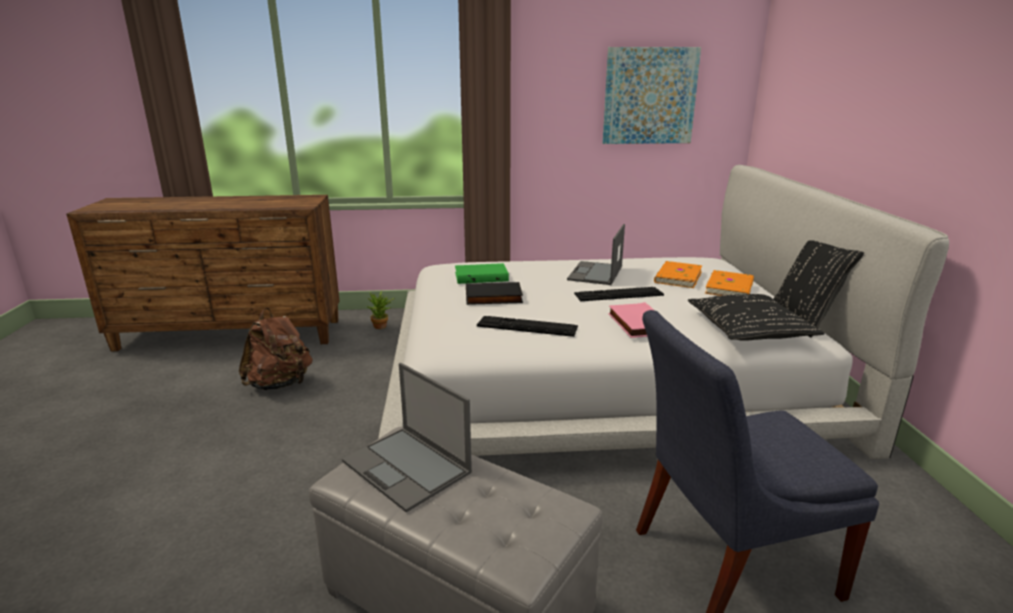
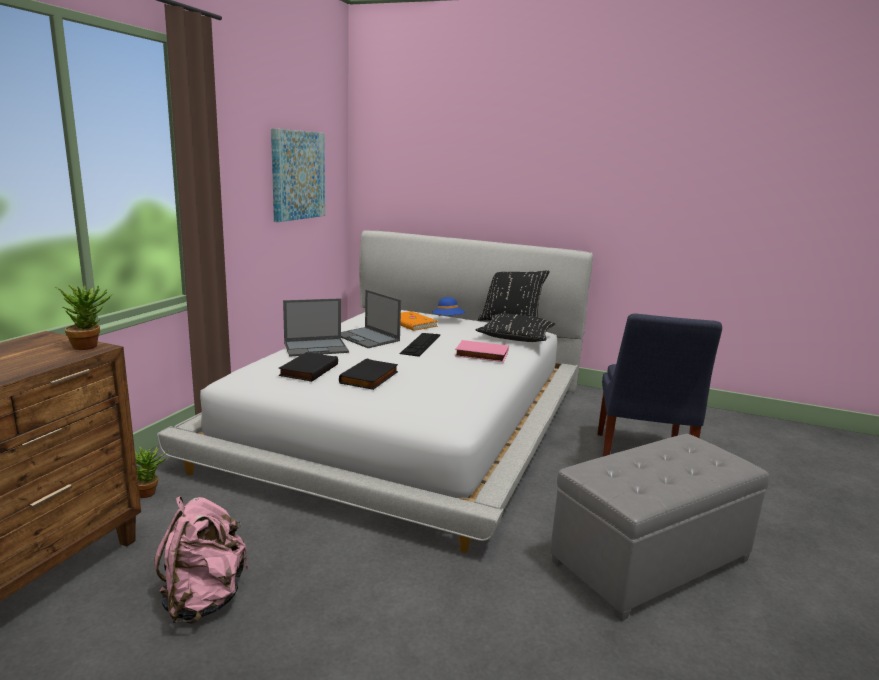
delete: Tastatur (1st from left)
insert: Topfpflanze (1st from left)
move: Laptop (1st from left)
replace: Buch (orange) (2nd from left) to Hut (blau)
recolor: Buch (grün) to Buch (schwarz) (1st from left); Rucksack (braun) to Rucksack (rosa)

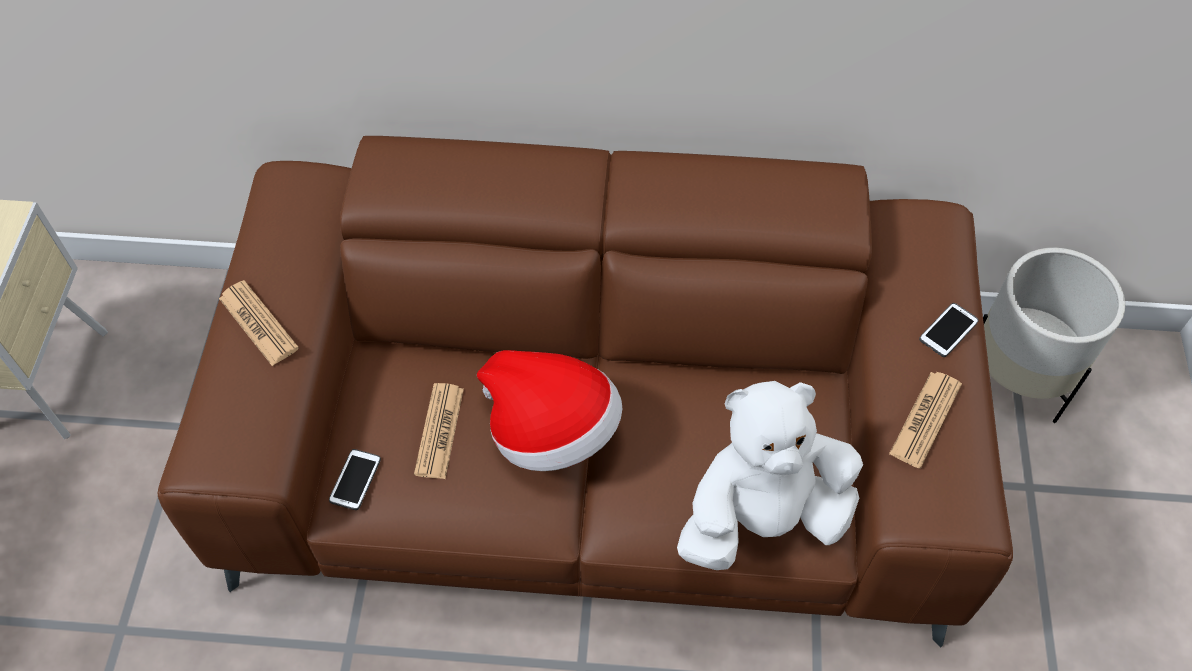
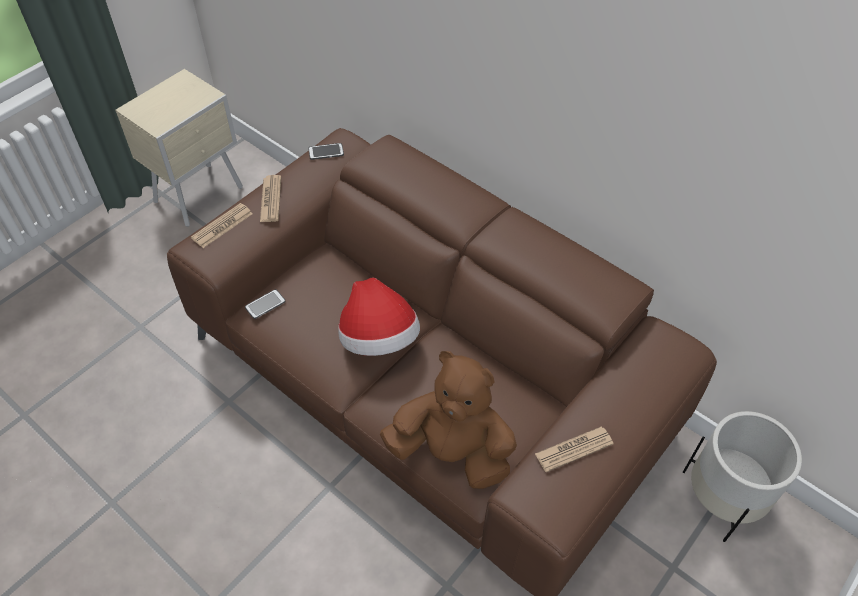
move: Handy (2nd from left); Zeitung (2nd from left in the first image) to Zeitung (1st from left)
recolor: Plüschtier (weiß) to Plüschtier (braun)

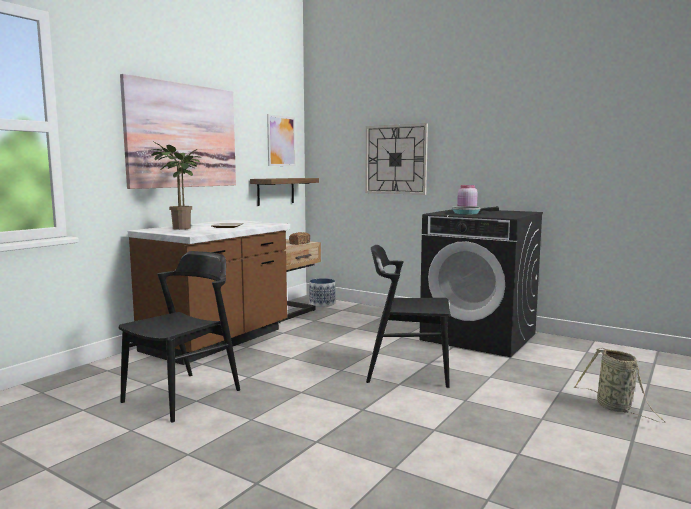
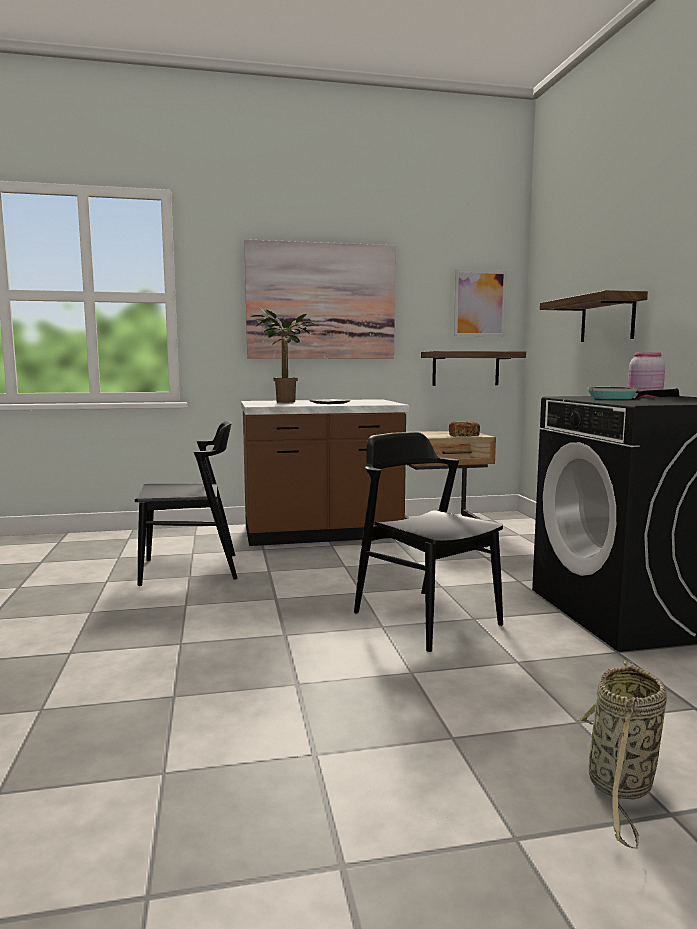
delete: Pflanzkübel
replace: Wanduhr to Wandregal (2nd from left)

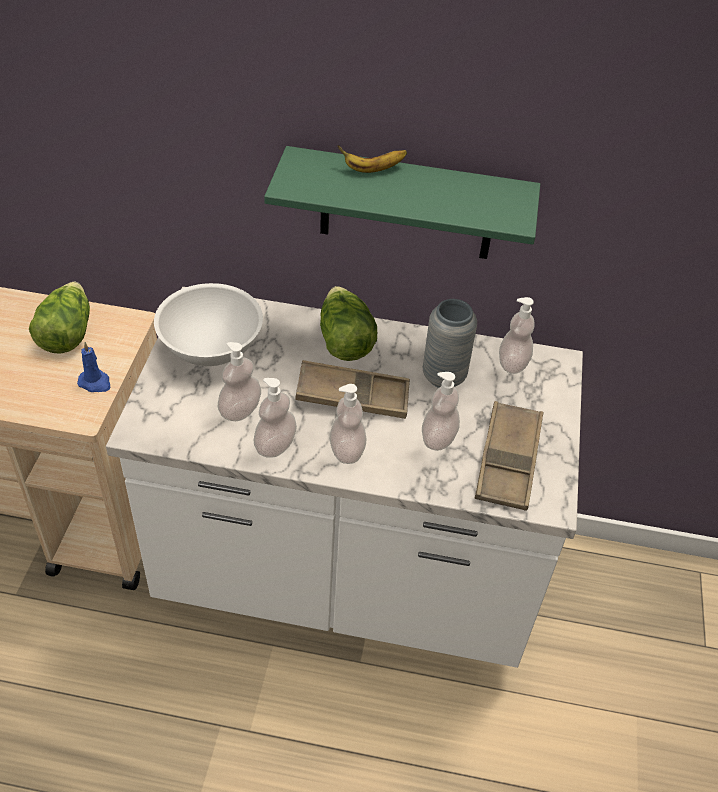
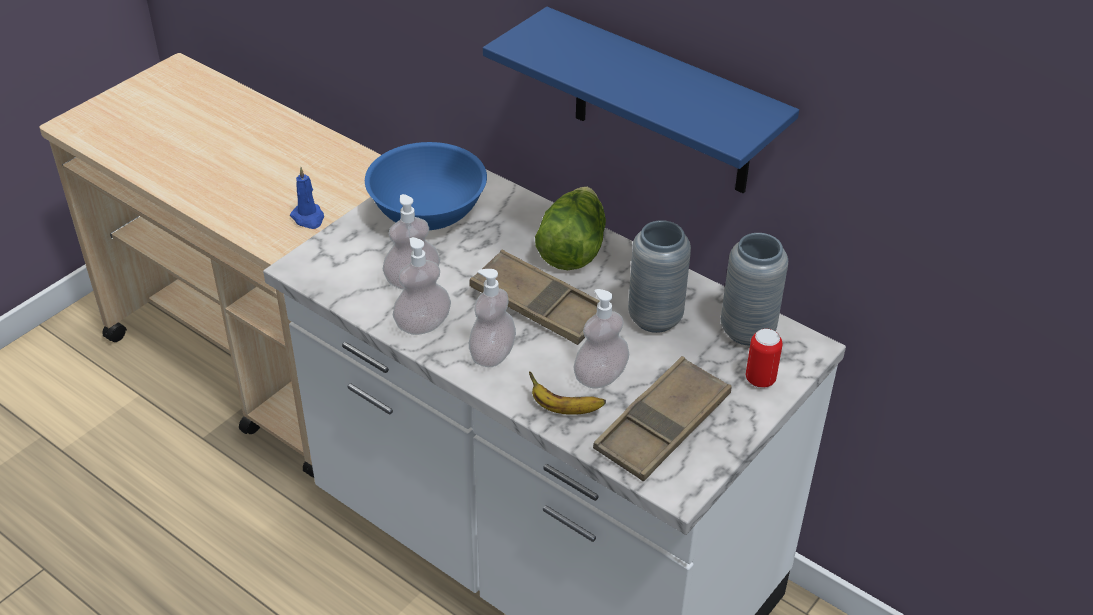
delete: Salatkopf (1st from left)
insert: Dose
move: Banane
replace: Seifenspender (5th from left) to Vase (grau) (2nd from left)
recolor: Wandregal (grün) to Wandregal (blau); Schüssel (weiß) to Schüssel (blau)

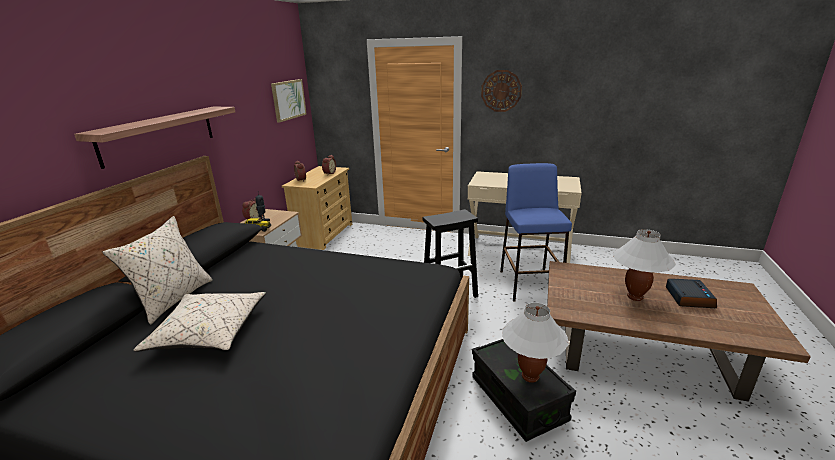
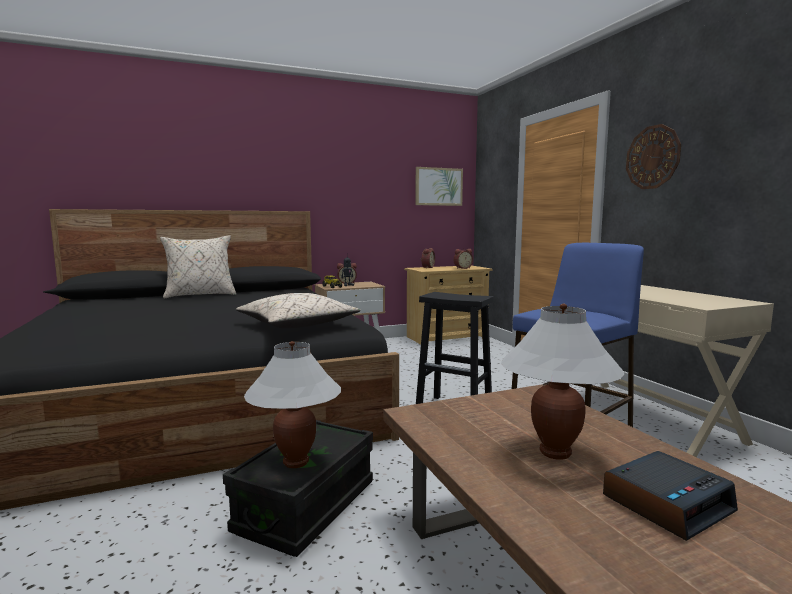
delete: Wandregal
move: Kissen (beige) (2nd from left)

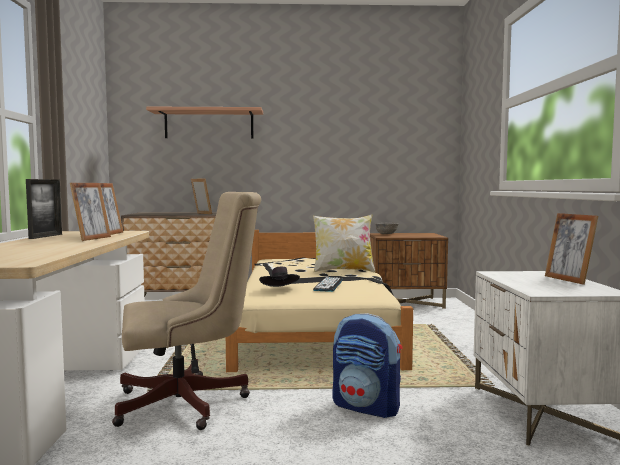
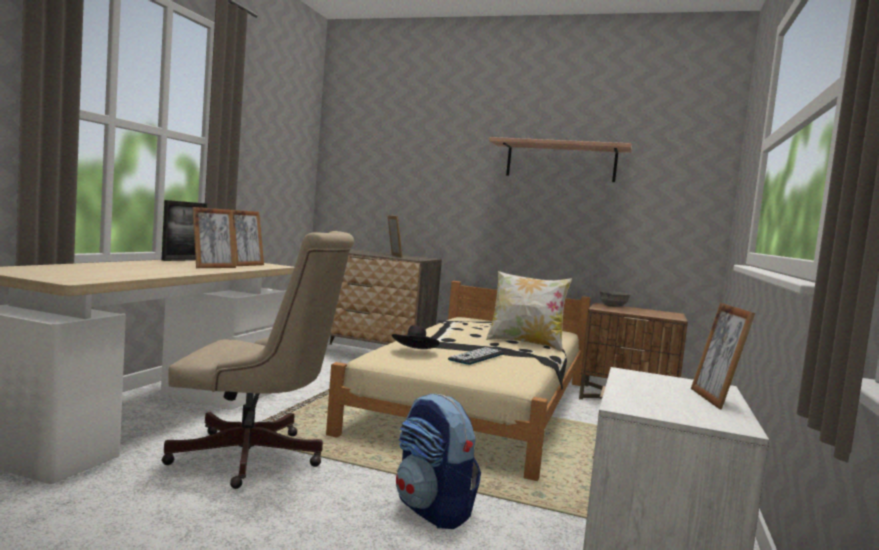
move: Wandregal

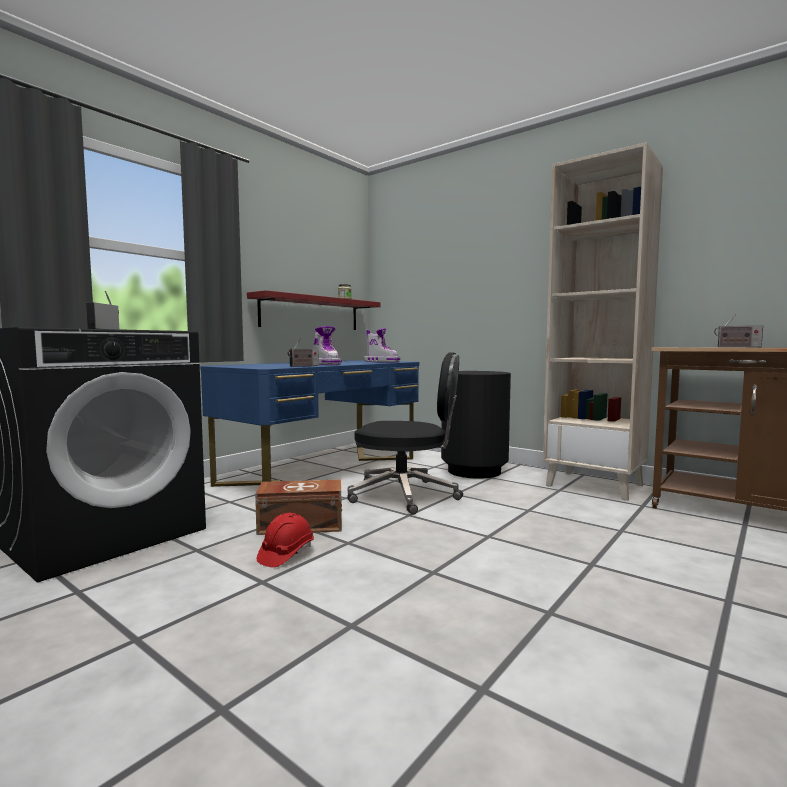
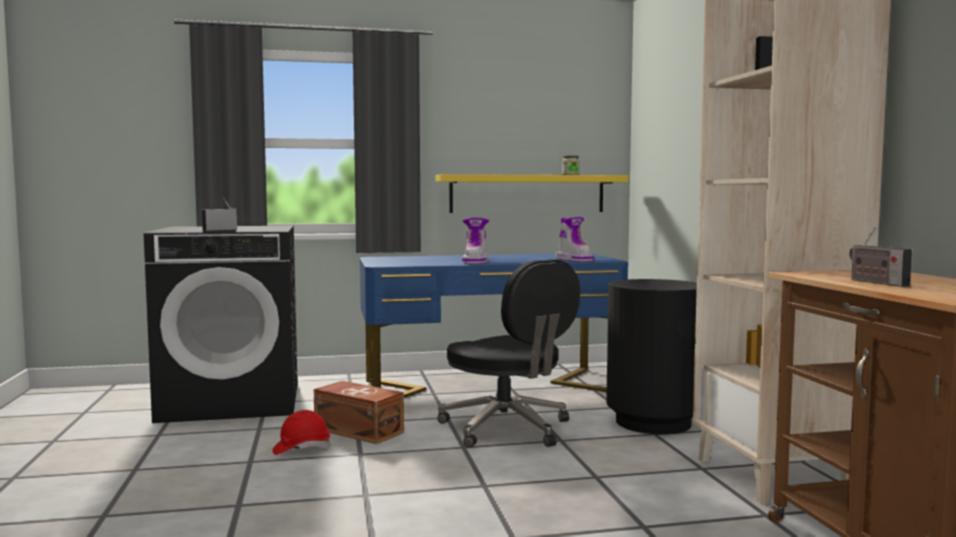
delete: Radio (2nd from left)
recolor: Wandregal (rot) to Wandregal (gelb)

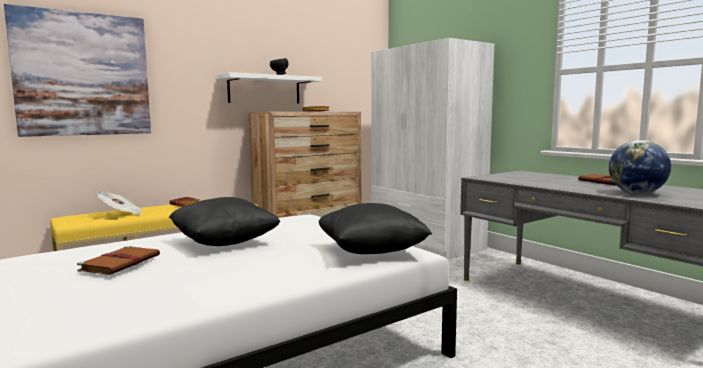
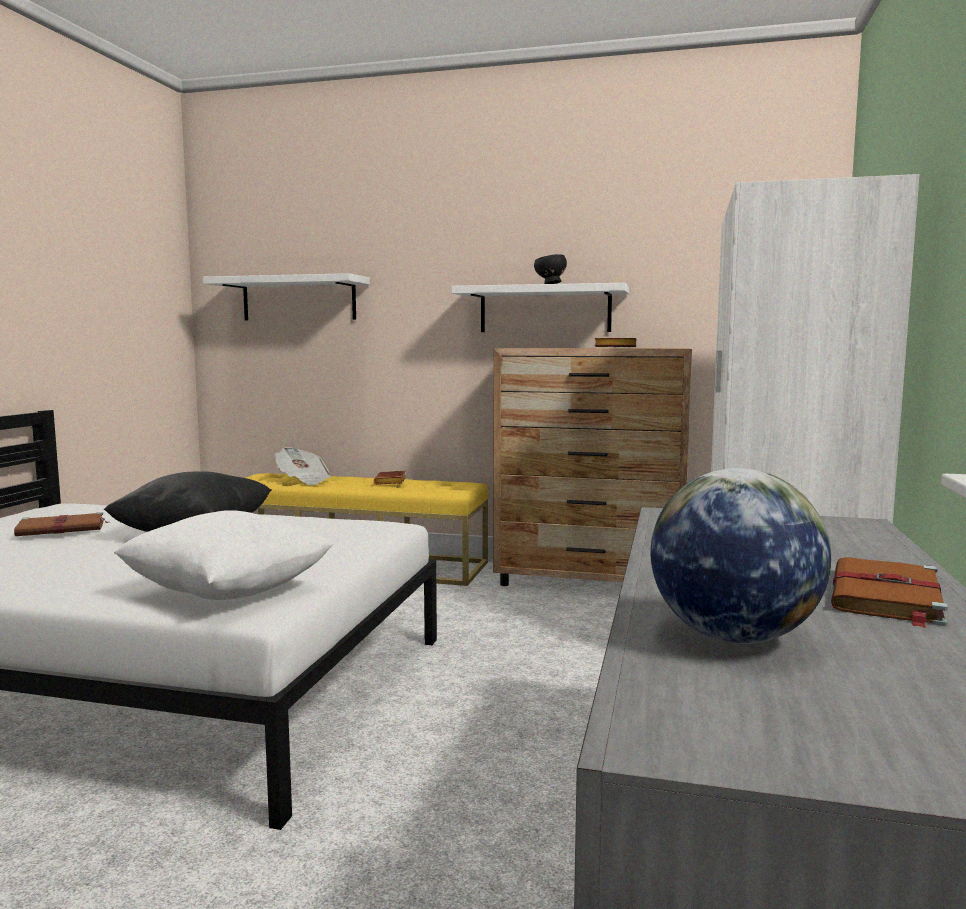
replace: Bild to Wandregal (weiß) (1st from left)
recolor: Kissen (schwarz) (2nd from left) to Kissen (weiß)

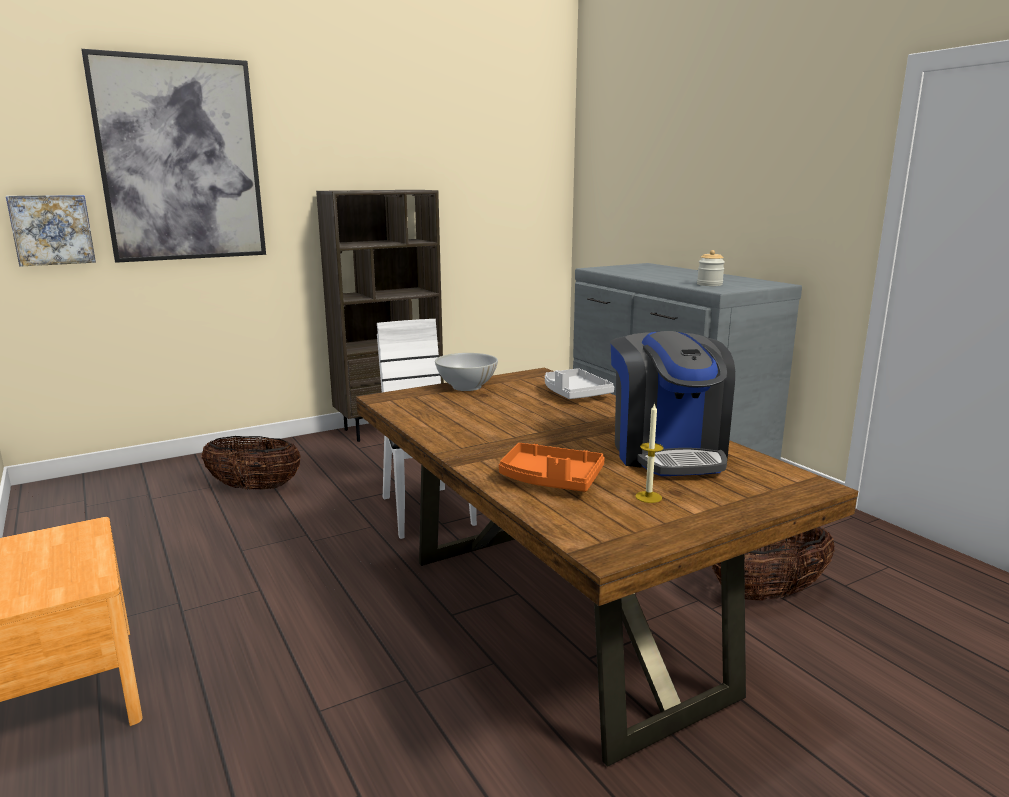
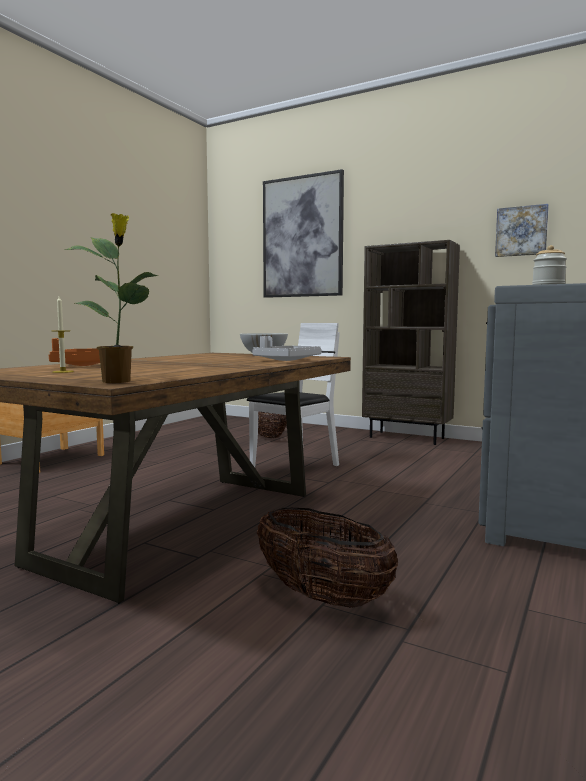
delete: Kaffeemaschine
insert: Topfpflanze
move: Bild (1st from left in the first image) to Bild (2nd from left)

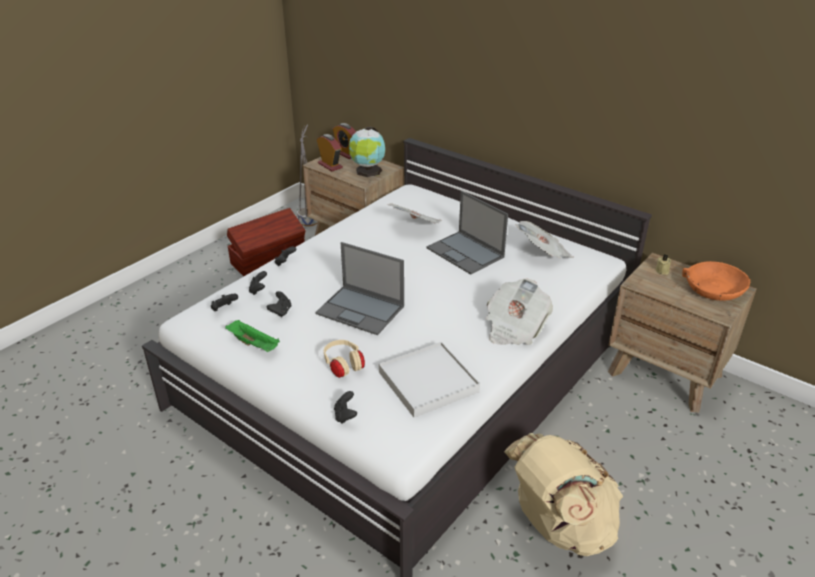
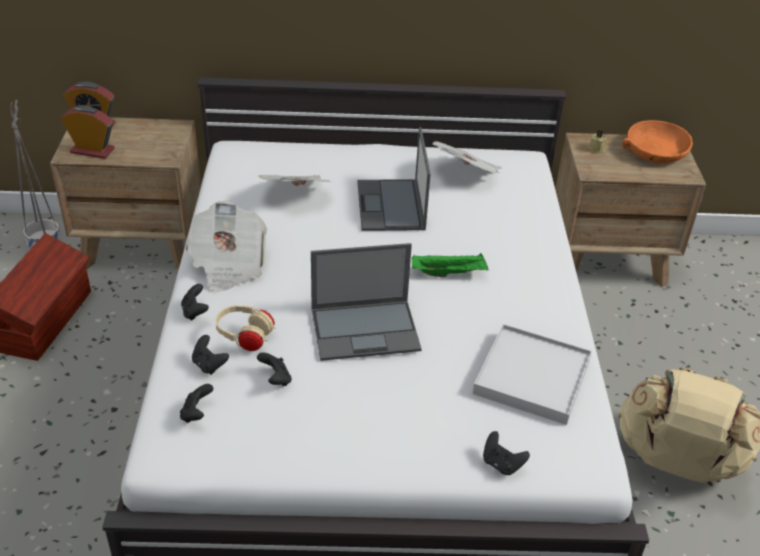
delete: Globus
move: Zeitung (2nd from left in the first image) to Zeitung (1st from left); Tablett (grün); Kopfhörer (beige)
rotate: Laptop (2nd from left) 75 degrees clockwise

